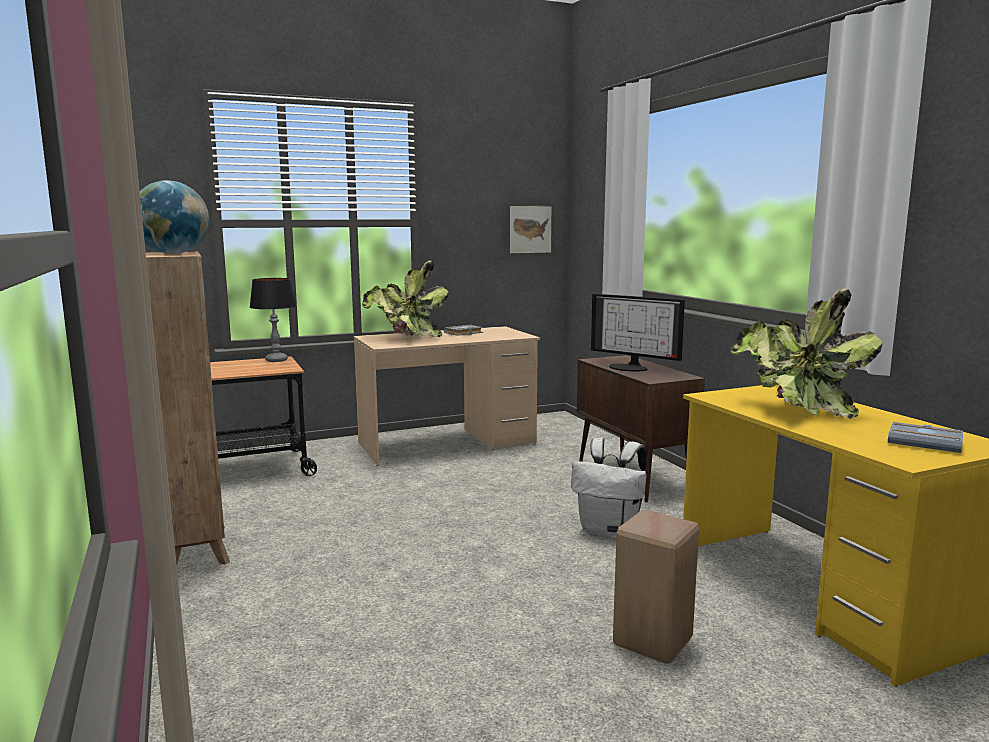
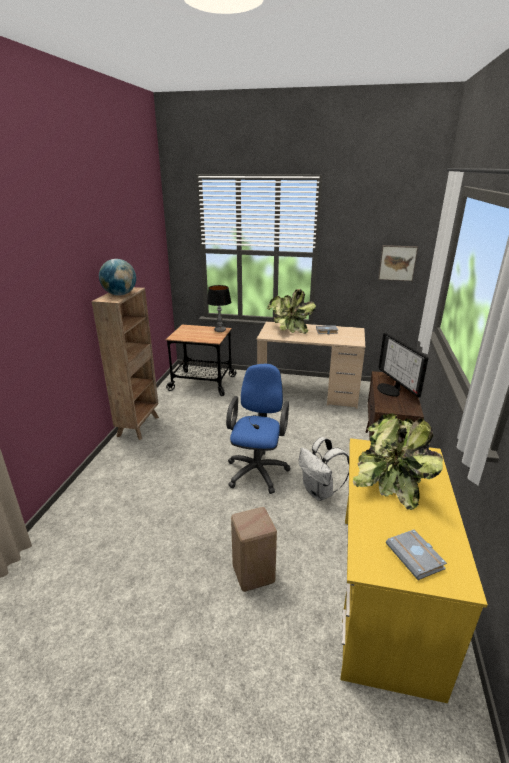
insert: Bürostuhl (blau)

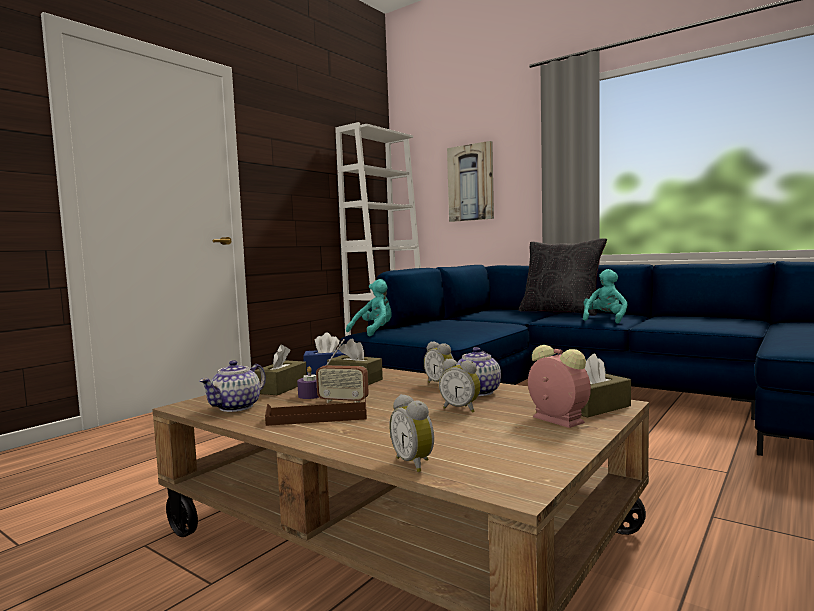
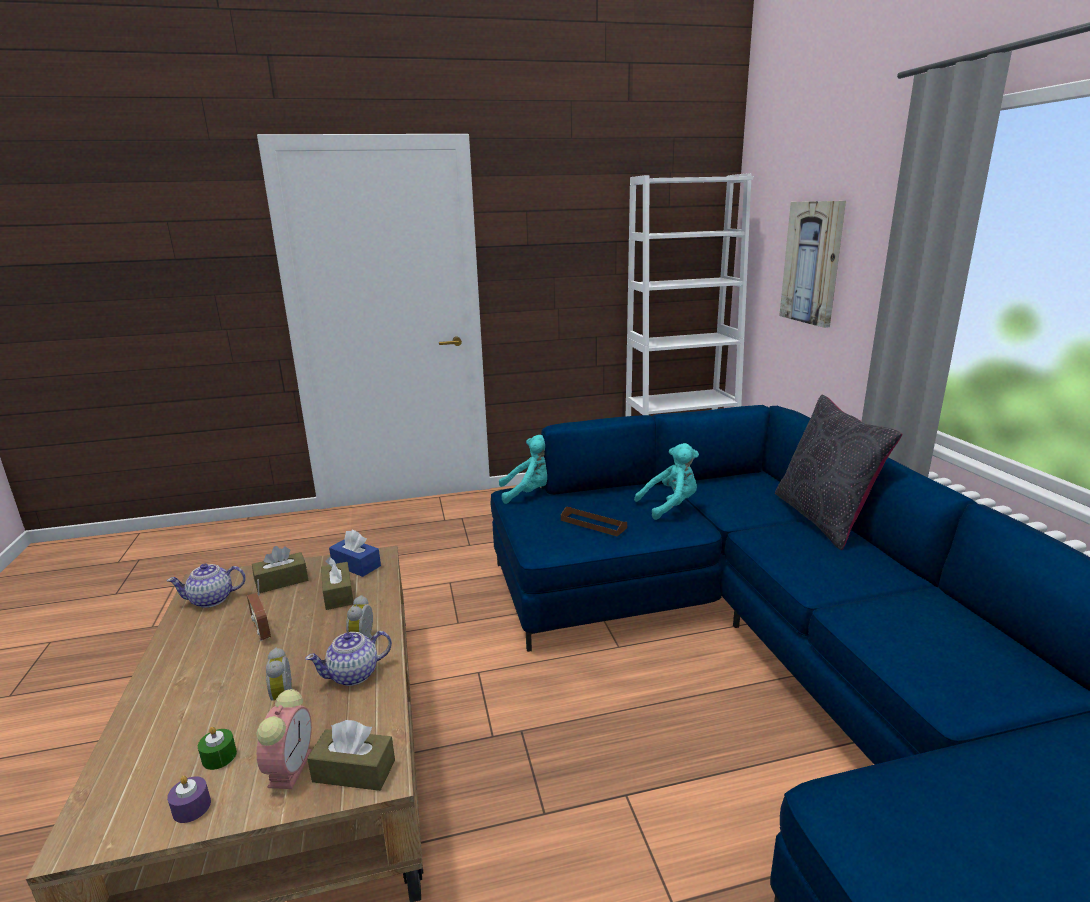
delete: Wecker (1st from left)
insert: Kerze (grün)
move: Plüschtier (türkis) (2nd from left); Kerze (lila); Tablett (braun)

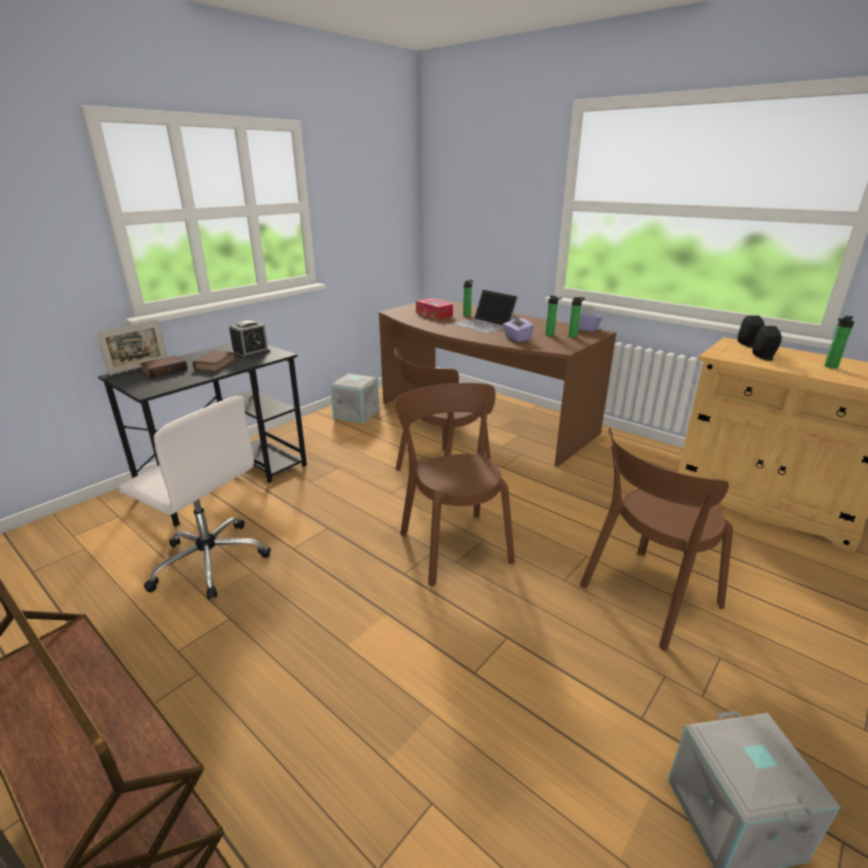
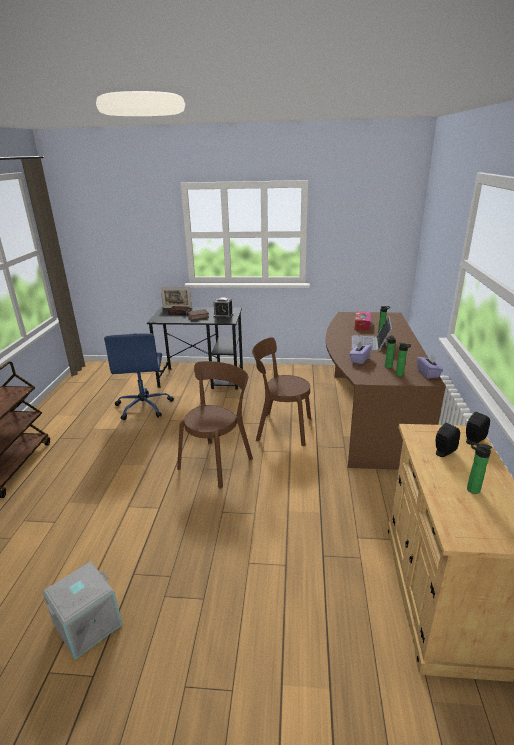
delete: Aufbewahrungsbox (grau) (1st from left); Stuhl (braun) (3rd from left)
recolor: Bürostuhl (weiß) to Bürostuhl (blau)

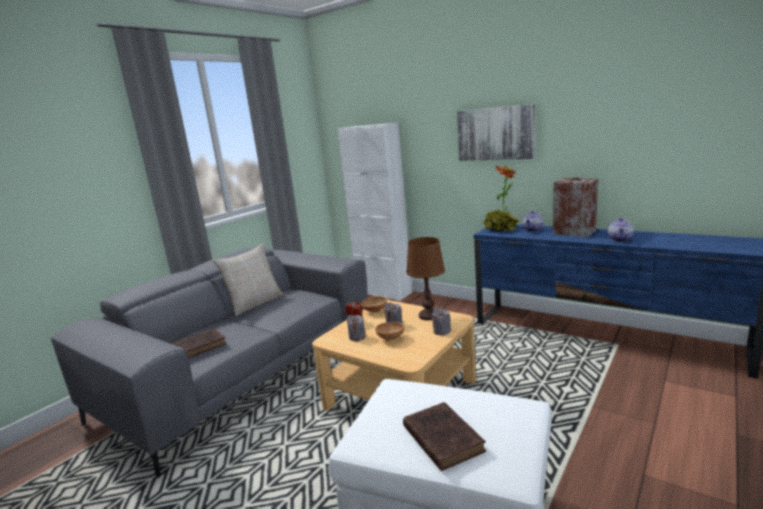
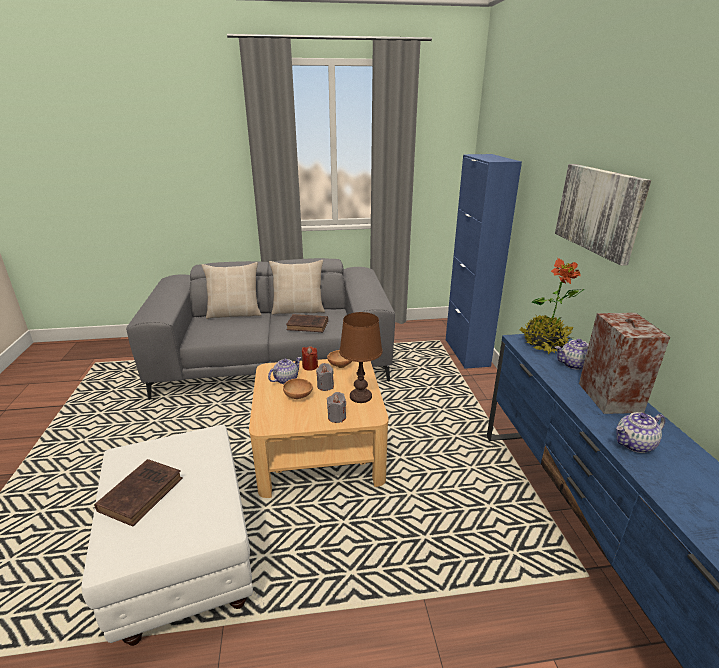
insert: Kissen (beige) (1st from left)
move: Buch (braun) (1st from left in the first image) to Buch (braun) (2nd from left)
replace: Kerze (grau) (1st from left) to Teekanne (1st from left)
recolor: Schrank (weiß) to Schrank (blau)

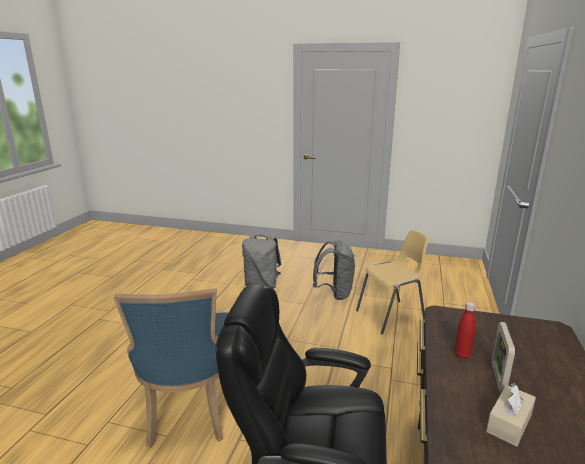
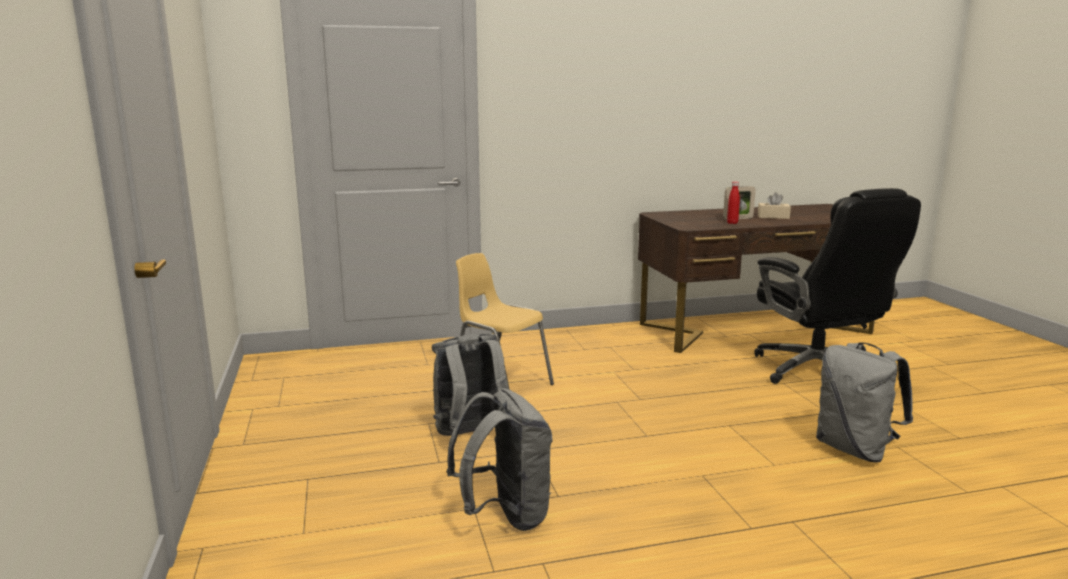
replace: Stuhl (blau) to Rucksack (grau) (3rd from left)

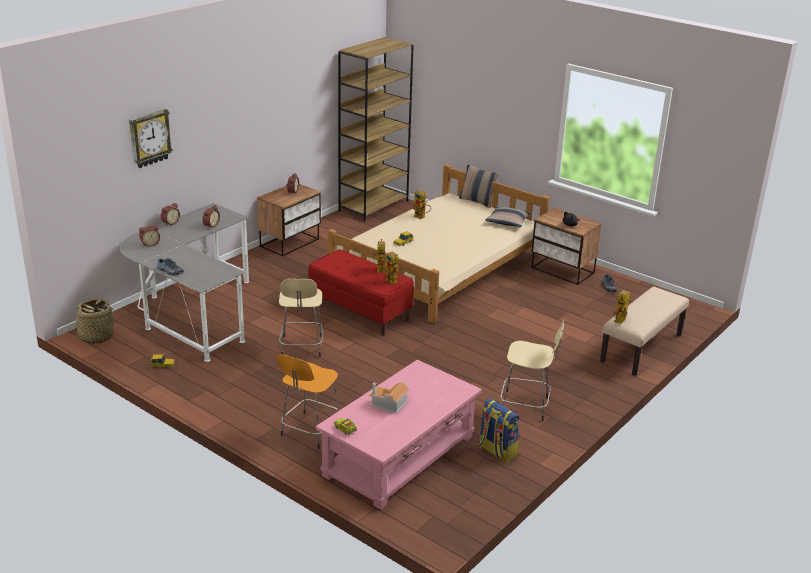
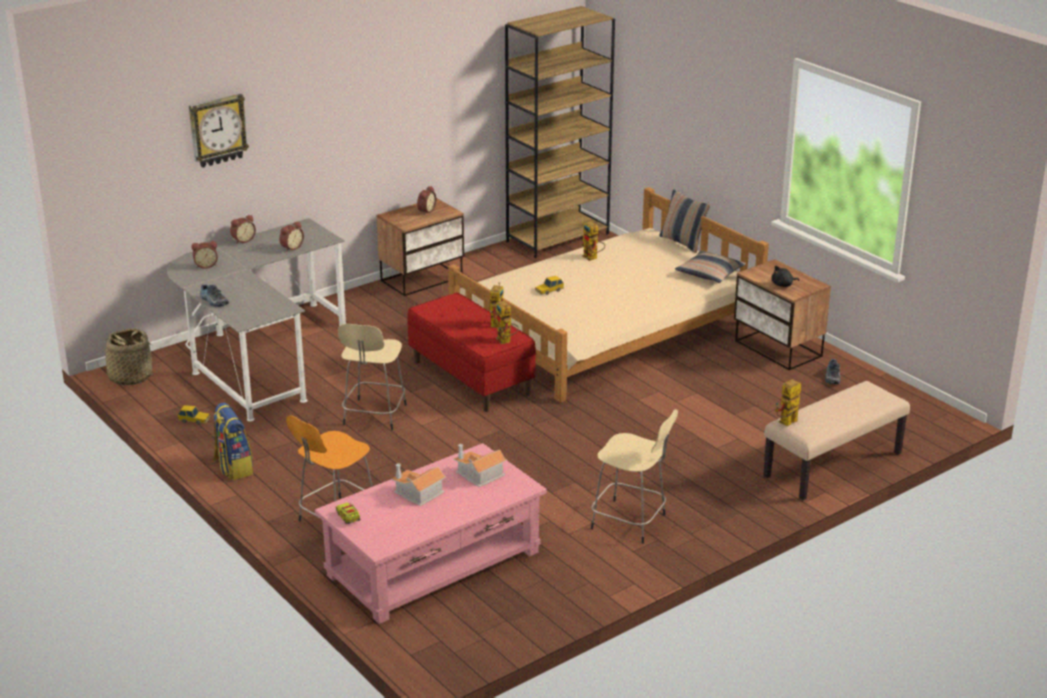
insert: Spielzeughaus (2nd from left)
move: Rucksack

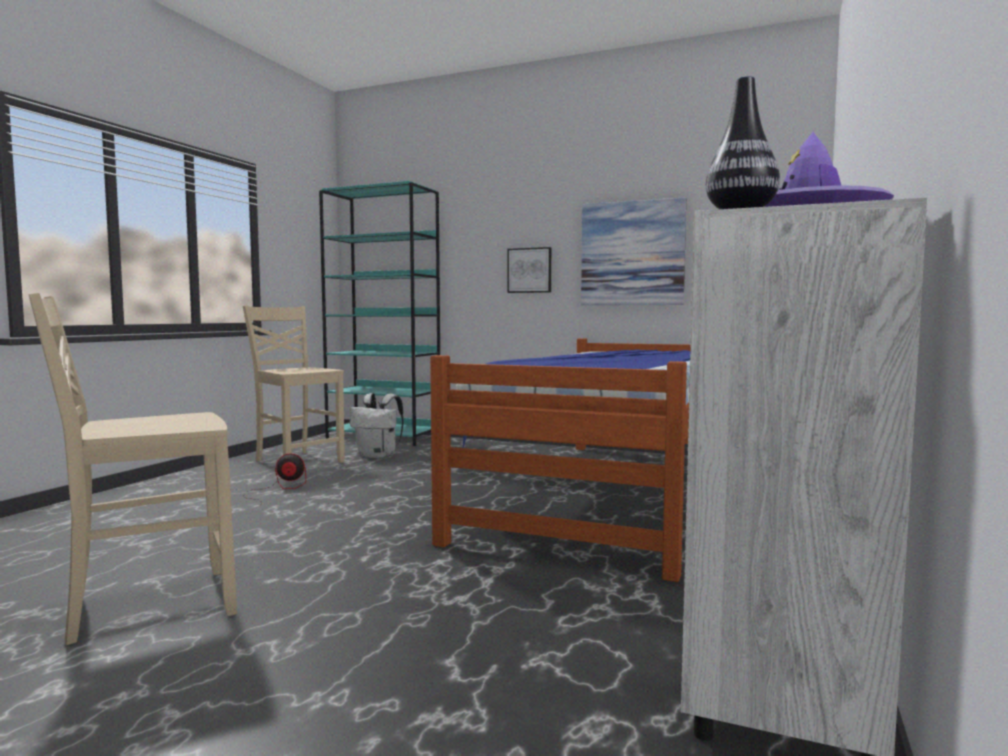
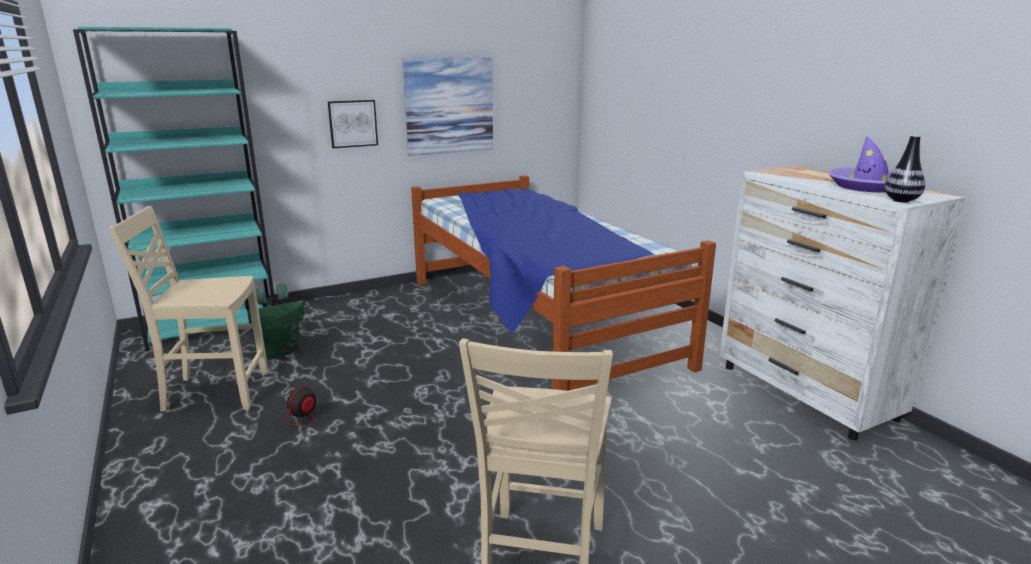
recolor: Rucksack (weiß) to Rucksack (grün)

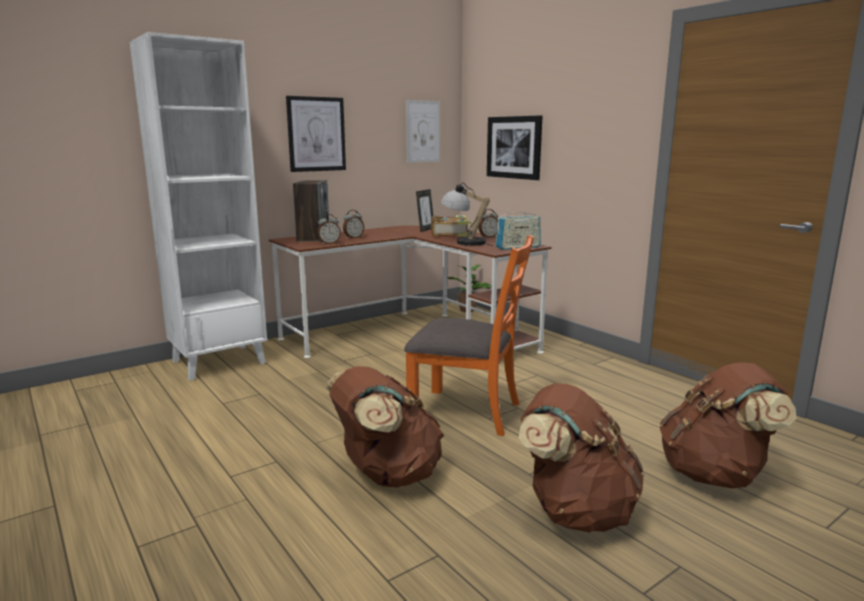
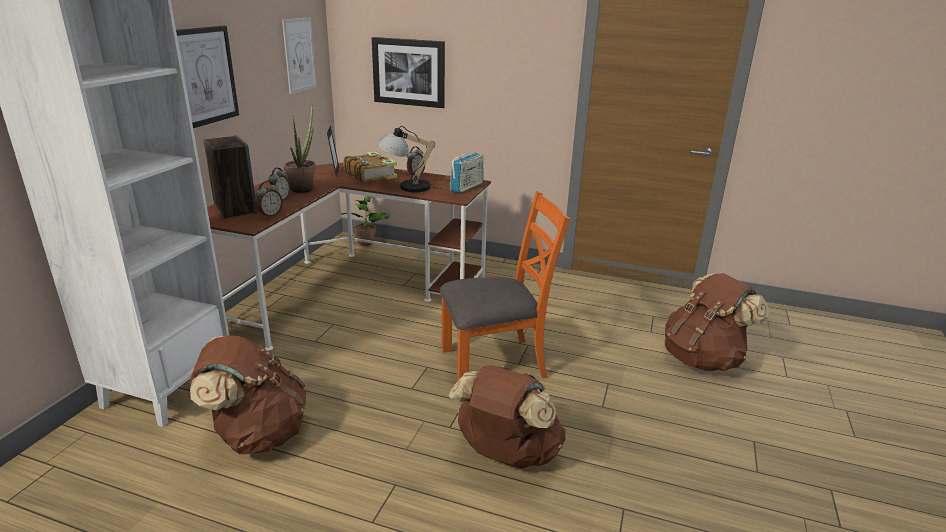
insert: Topfpflanze (1st from left)
move: Rucksack (braun) (2nd from left in the first image) to Rucksack (braun) (1st from left)

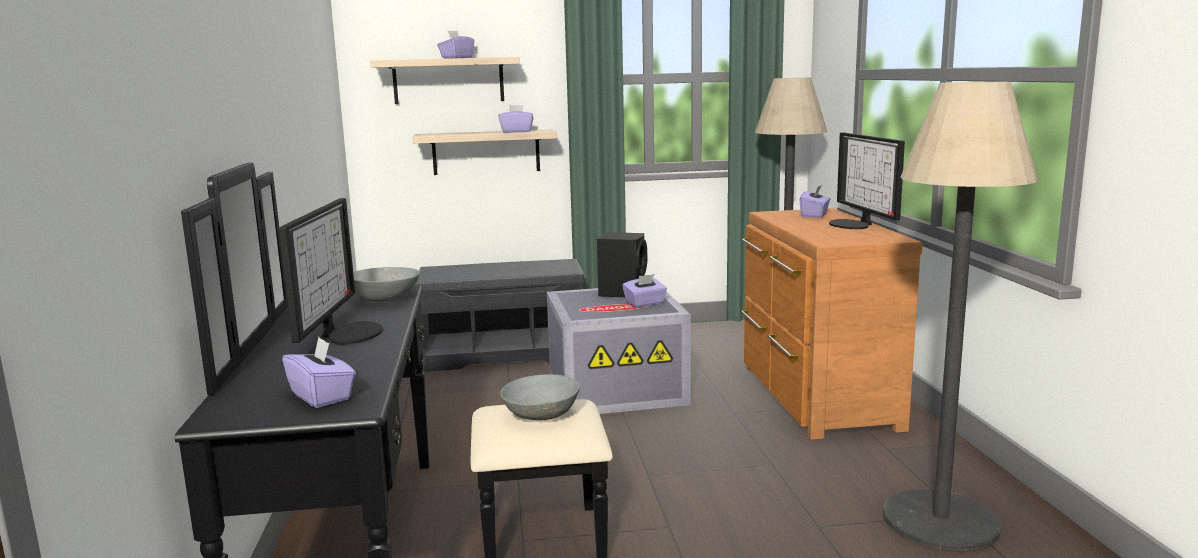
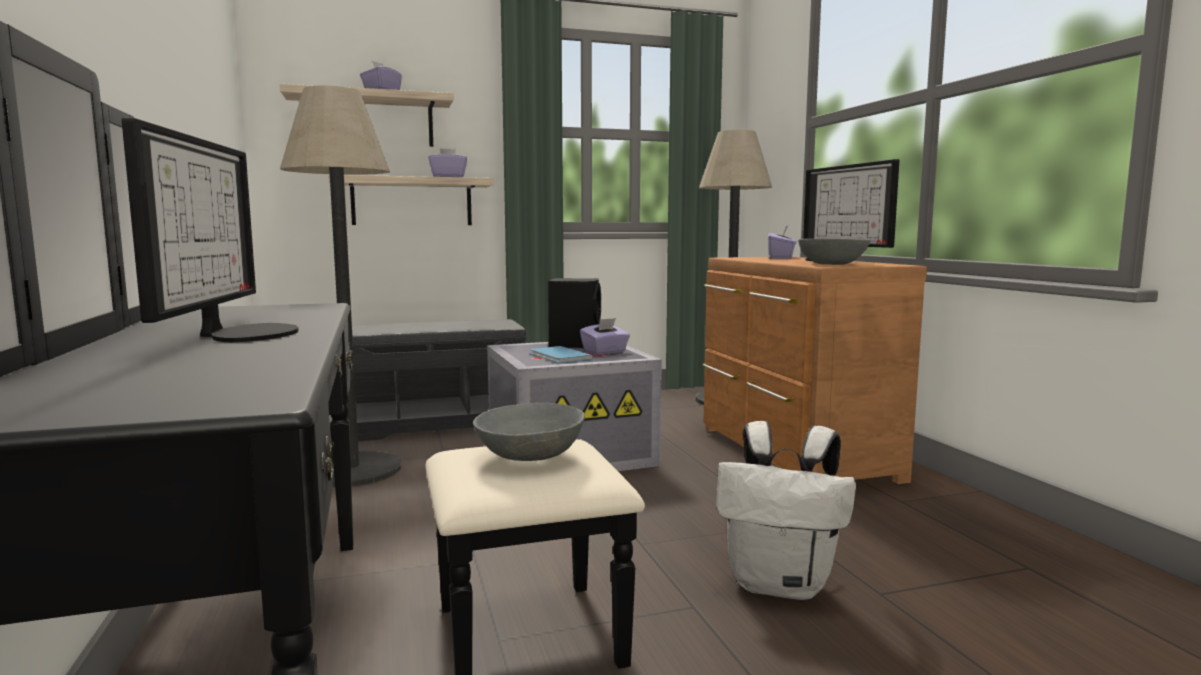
delete: Taschentuchbox (lila) (1st from left)
insert: Buch (blau); Rucksack (weiß)
move: Stehlampe (2nd from left in the first image) to Stehlampe (1st from left); Schüssel (grau) (1st from left in the first image) to Schüssel (grau) (2nd from left)

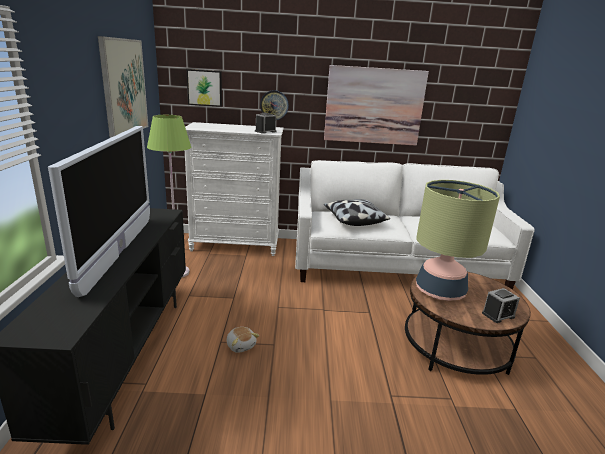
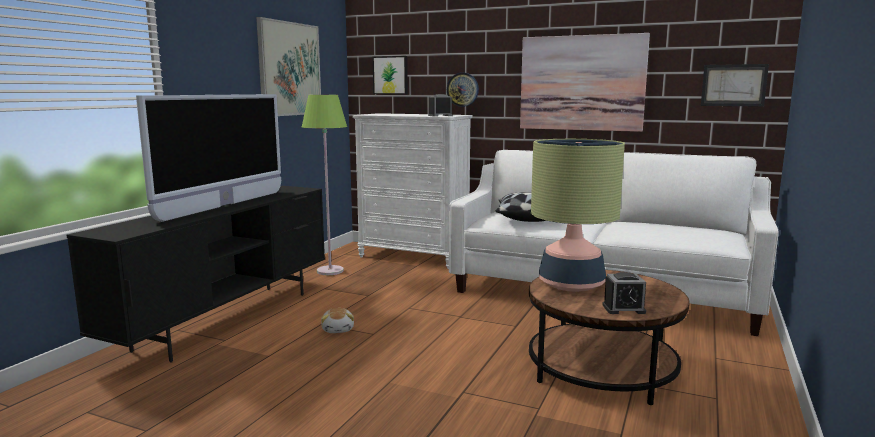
insert: Bild (4th from left)

